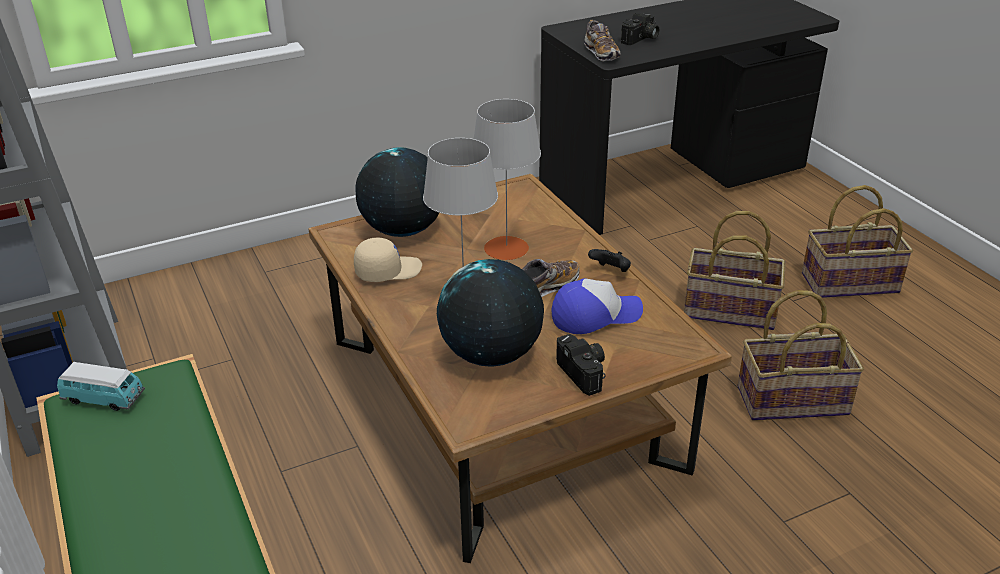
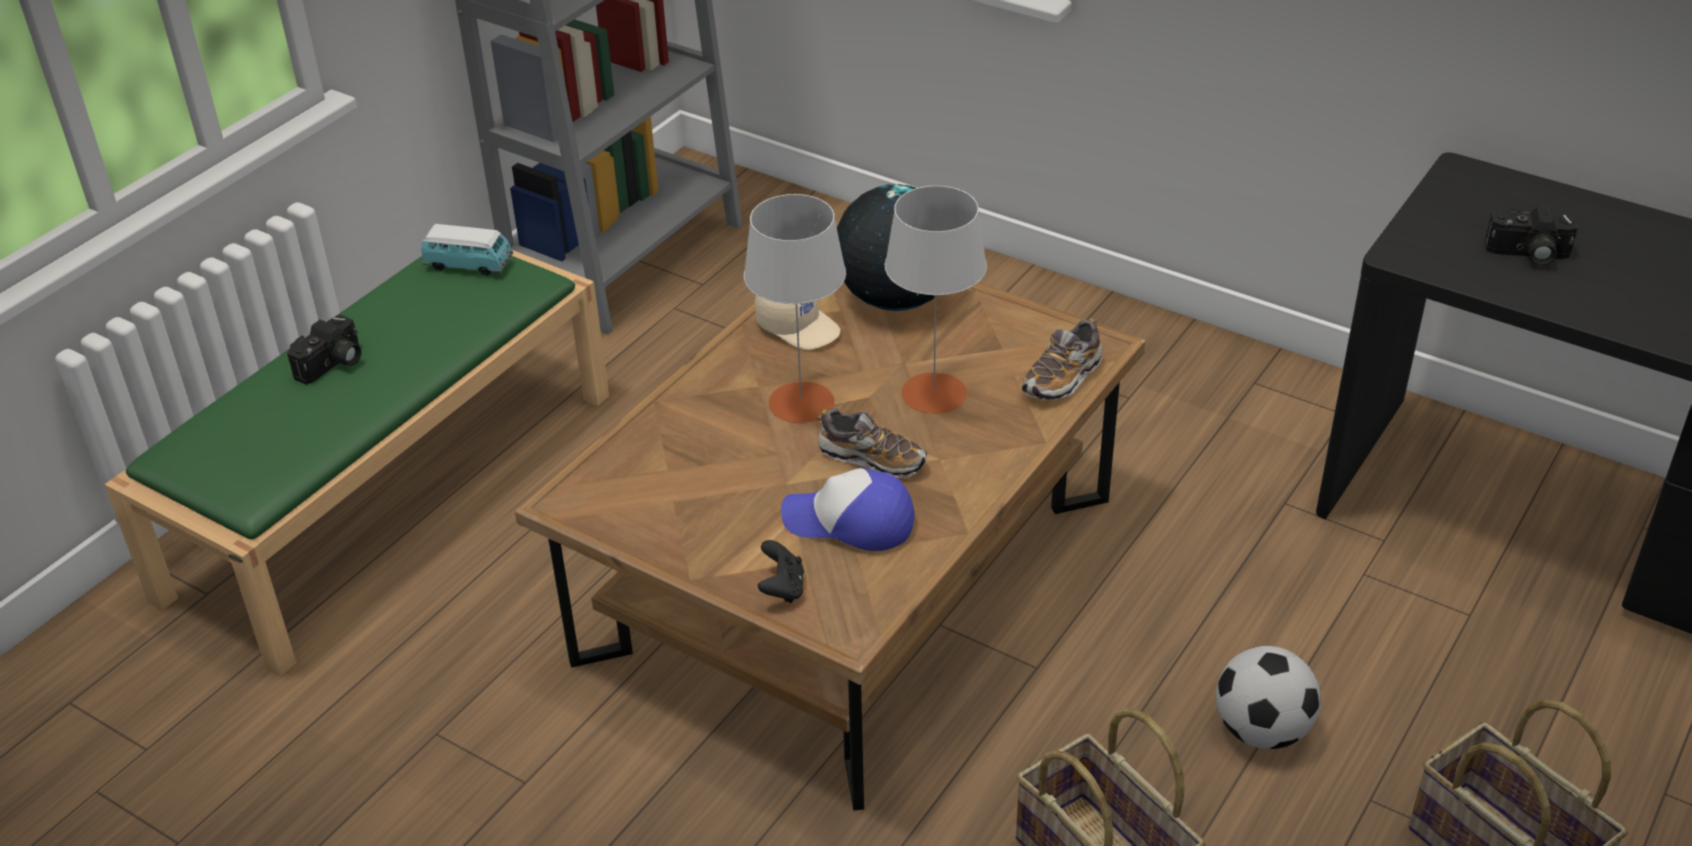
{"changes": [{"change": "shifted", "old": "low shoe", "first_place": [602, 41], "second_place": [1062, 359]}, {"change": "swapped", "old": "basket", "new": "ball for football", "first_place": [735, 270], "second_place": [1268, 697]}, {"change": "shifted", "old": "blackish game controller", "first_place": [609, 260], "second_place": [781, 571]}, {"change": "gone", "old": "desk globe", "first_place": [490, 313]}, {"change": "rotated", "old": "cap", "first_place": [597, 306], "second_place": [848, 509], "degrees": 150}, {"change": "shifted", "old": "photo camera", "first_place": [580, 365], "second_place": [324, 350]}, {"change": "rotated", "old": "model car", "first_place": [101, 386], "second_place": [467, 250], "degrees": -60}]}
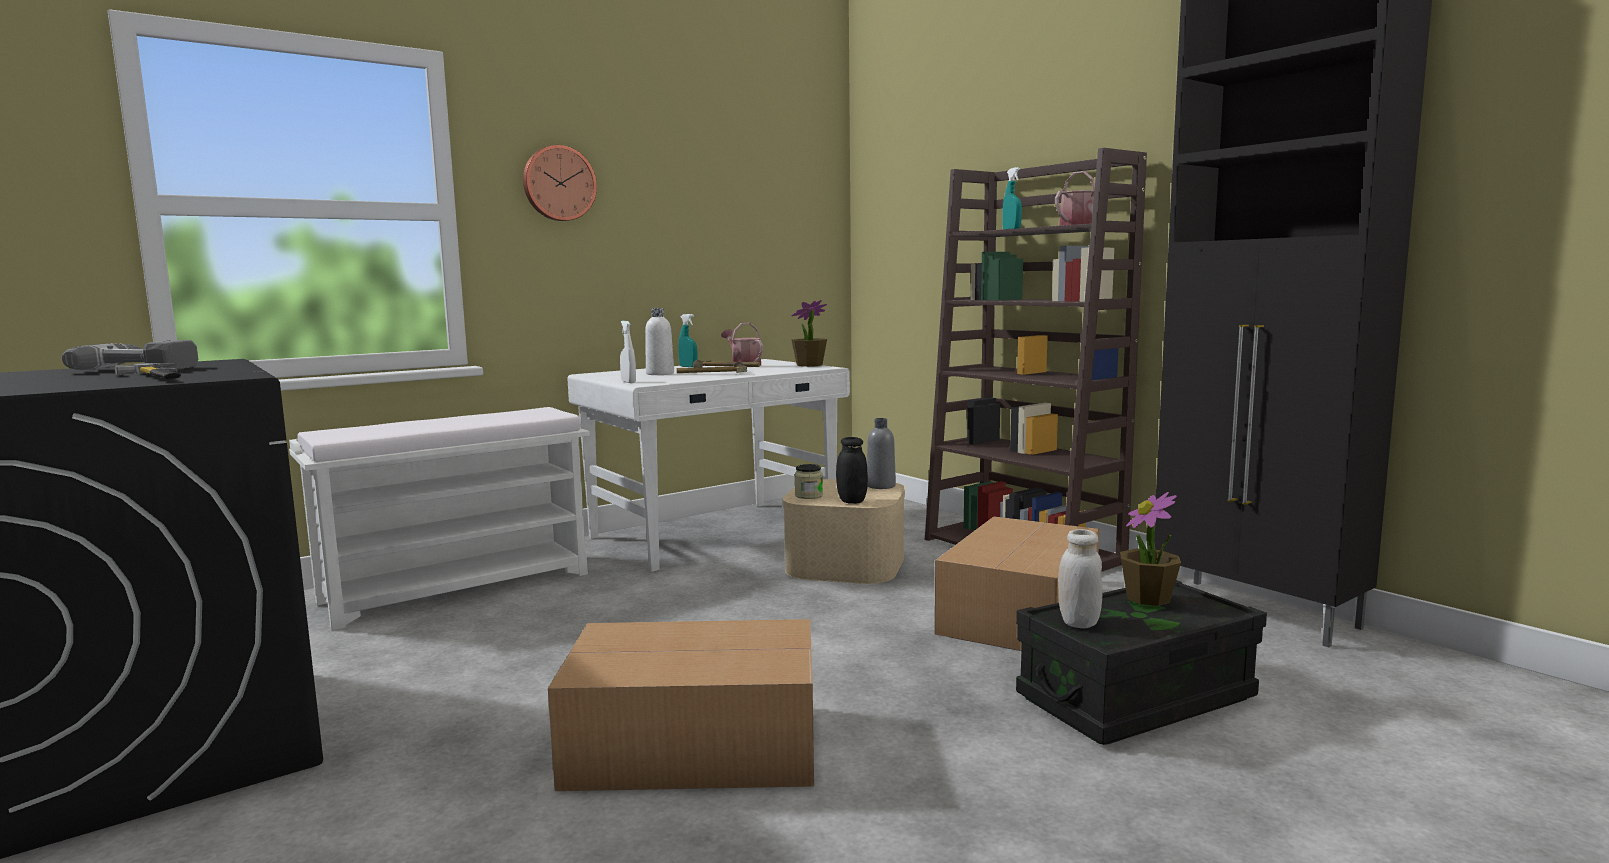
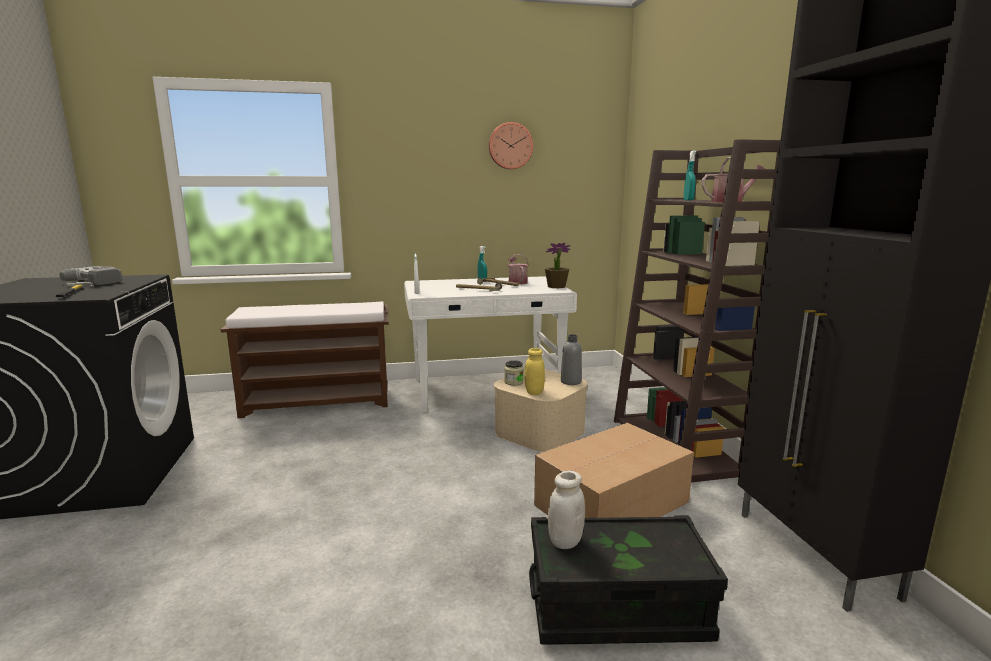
{"changes": [{"change": "shifted", "old": "hanging clock", "first_place": [560, 183], "second_place": [511, 145]}, {"change": "gone", "old": "white beverage bottle", "first_place": [659, 341]}, {"change": "repainted", "old": "white long seat", "new": "brown-coloured long seat", "first_place": [439, 518], "second_place": [305, 359]}, {"change": "repainted", "old": "blackish storage jar", "new": "yellowish storage jar", "first_place": [852, 470], "second_place": [534, 371]}, {"change": "gone", "old": "houseplant", "first_place": [1150, 549]}, {"change": "gone", "old": "packing box", "first_place": [681, 705]}]}
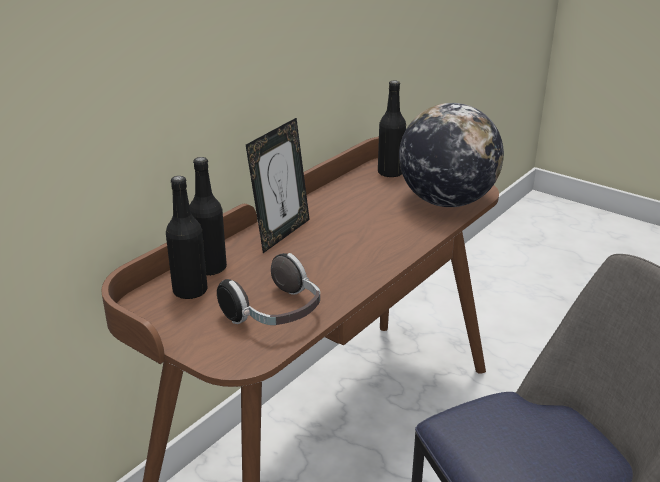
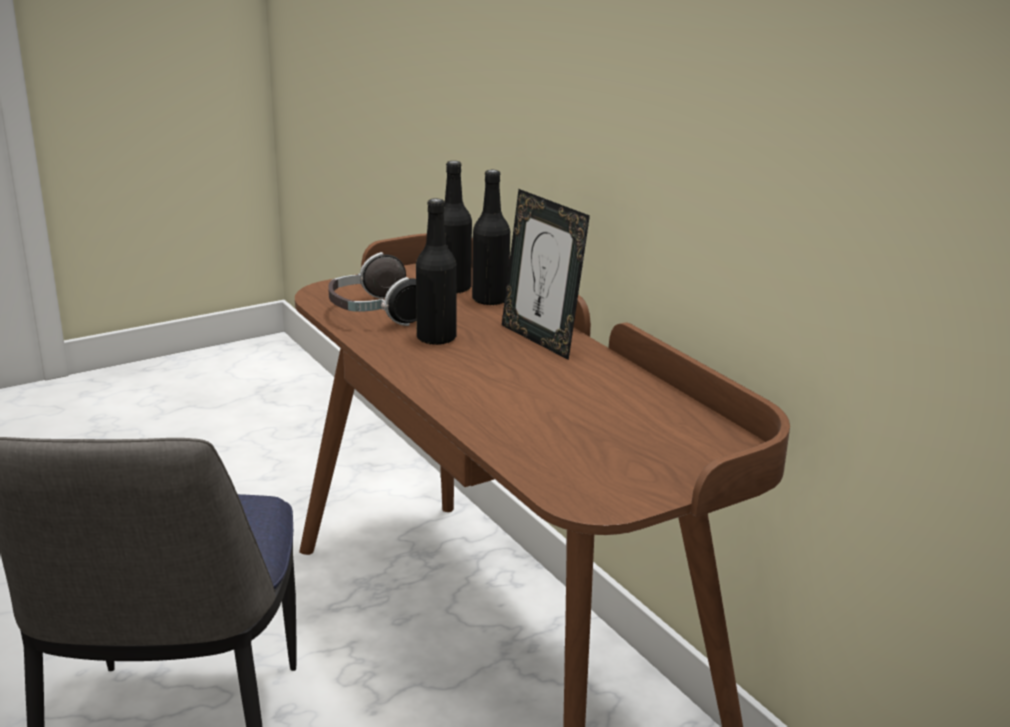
{"changes": [{"change": "shifted", "old": "blackish beverage bottle", "first_place": [392, 128], "second_place": [436, 271]}, {"change": "gone", "old": "desk globe", "first_place": [451, 155]}]}
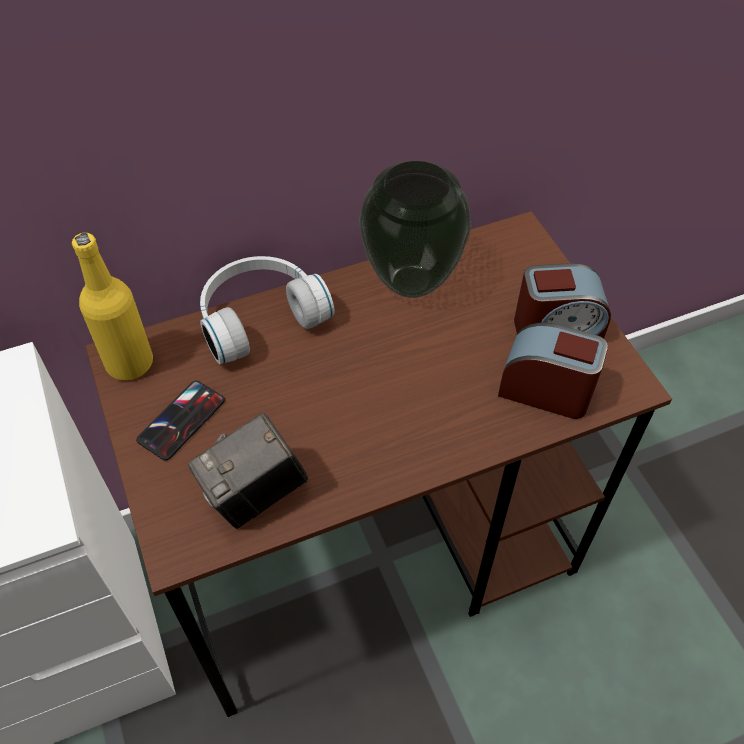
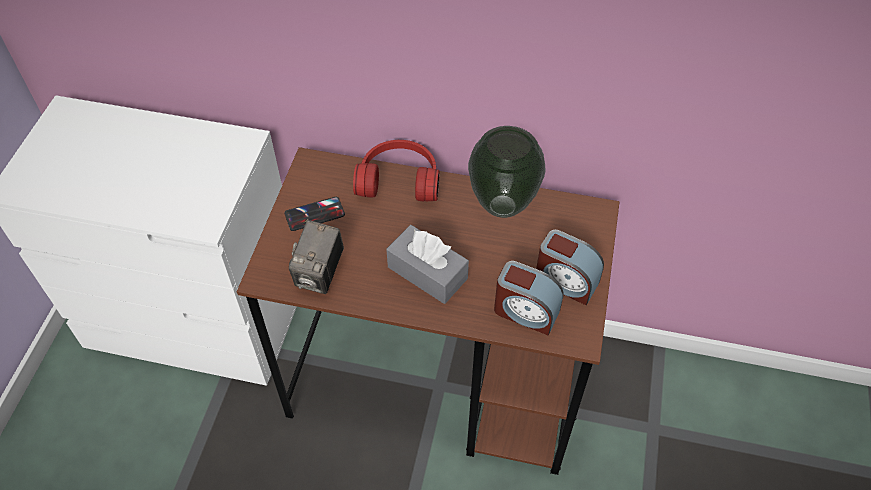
{"changes": [{"change": "gone", "old": "yellowish beverage bottle", "first_place": [112, 306]}, {"change": "repainted", "old": "white headset", "new": "red headset", "first_place": [267, 310], "second_place": [396, 171]}, {"change": "rotated", "old": "bedside clock", "first_place": [553, 371], "second_place": [528, 298], "degrees": 150}, {"change": "rotated", "old": "photo camera", "first_place": [248, 471], "second_place": [316, 257], "degrees": -75}, {"change": "new", "new": "gray tissue holder", "second_place": [427, 264]}]}
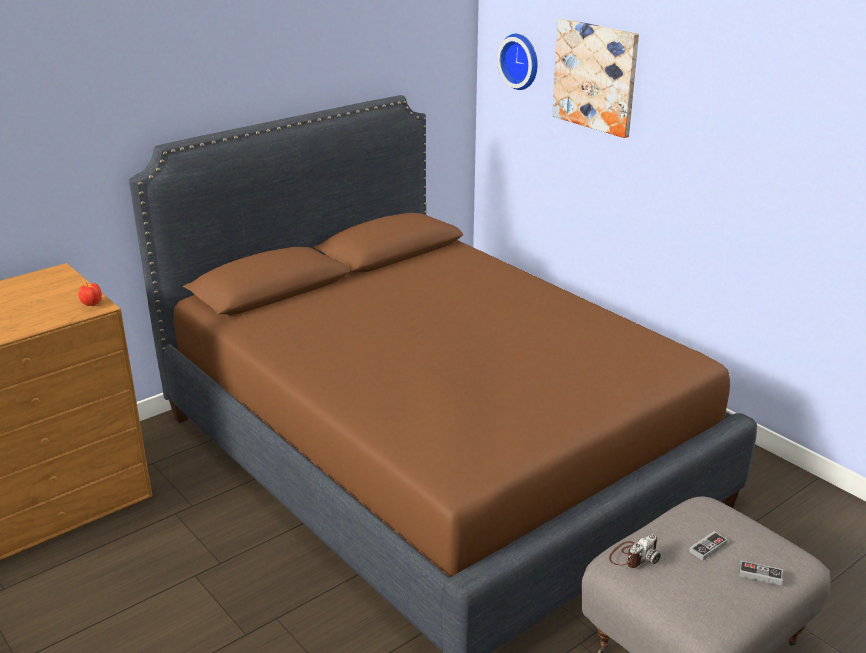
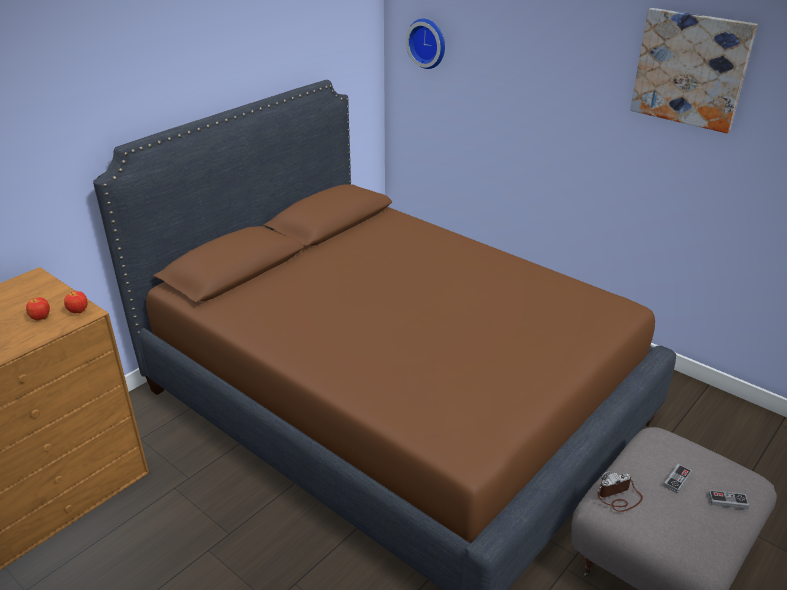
{"changes": [{"change": "shifted", "old": "picture", "first_place": [595, 78], "second_place": [693, 70]}, {"change": "rotated", "old": "photo camera", "first_place": [635, 551], "second_place": [620, 491], "degrees": -150}, {"change": "new", "new": "whole apple", "second_place": [38, 308]}]}
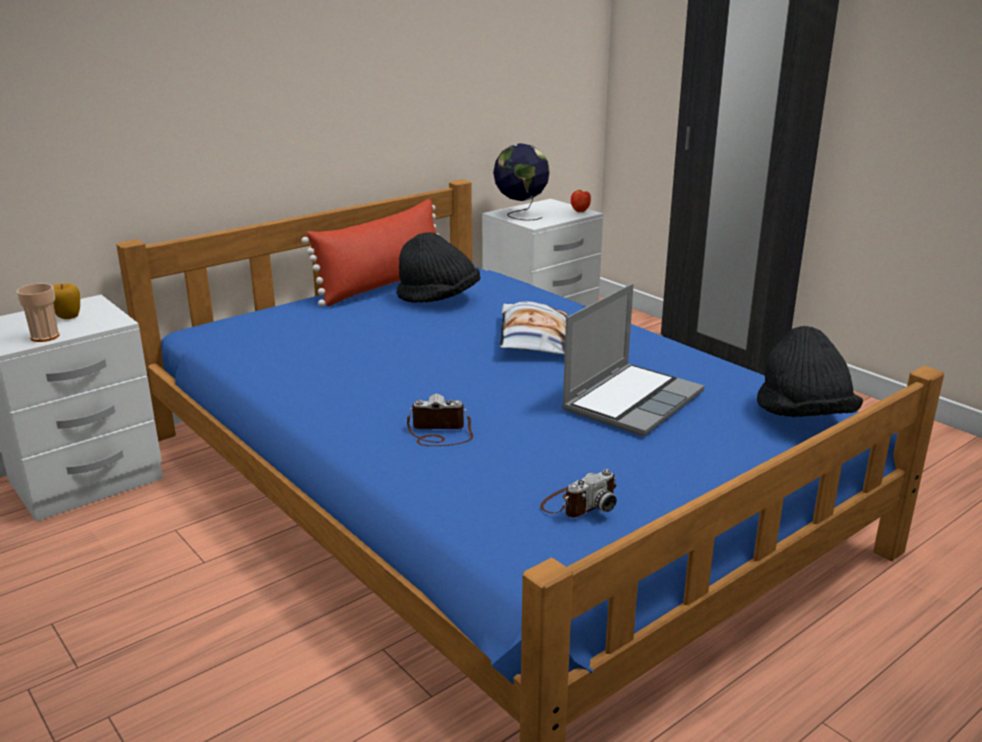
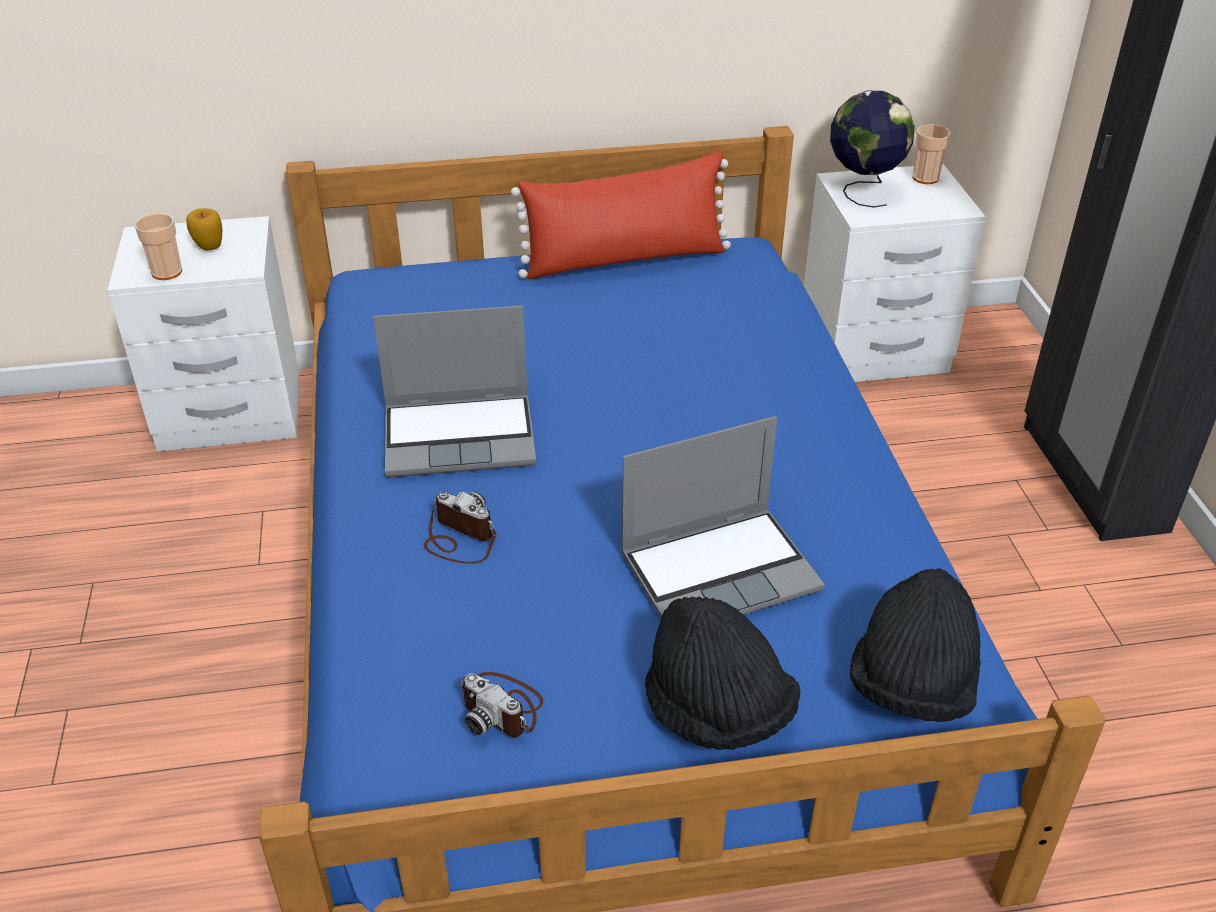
{"changes": [{"change": "gone", "old": "whole apple", "first_place": [581, 201]}, {"change": "shifted", "old": "blackish wearable hat", "first_place": [438, 267], "second_place": [723, 673]}, {"change": "gone", "old": "cushion", "first_place": [534, 327]}, {"change": "rotated", "old": "photo camera", "first_place": [578, 493], "second_place": [502, 704], "degrees": 45}, {"change": "new", "new": "drinking cup", "second_place": [931, 154]}, {"change": "new", "new": "laptop", "second_place": [454, 391]}]}
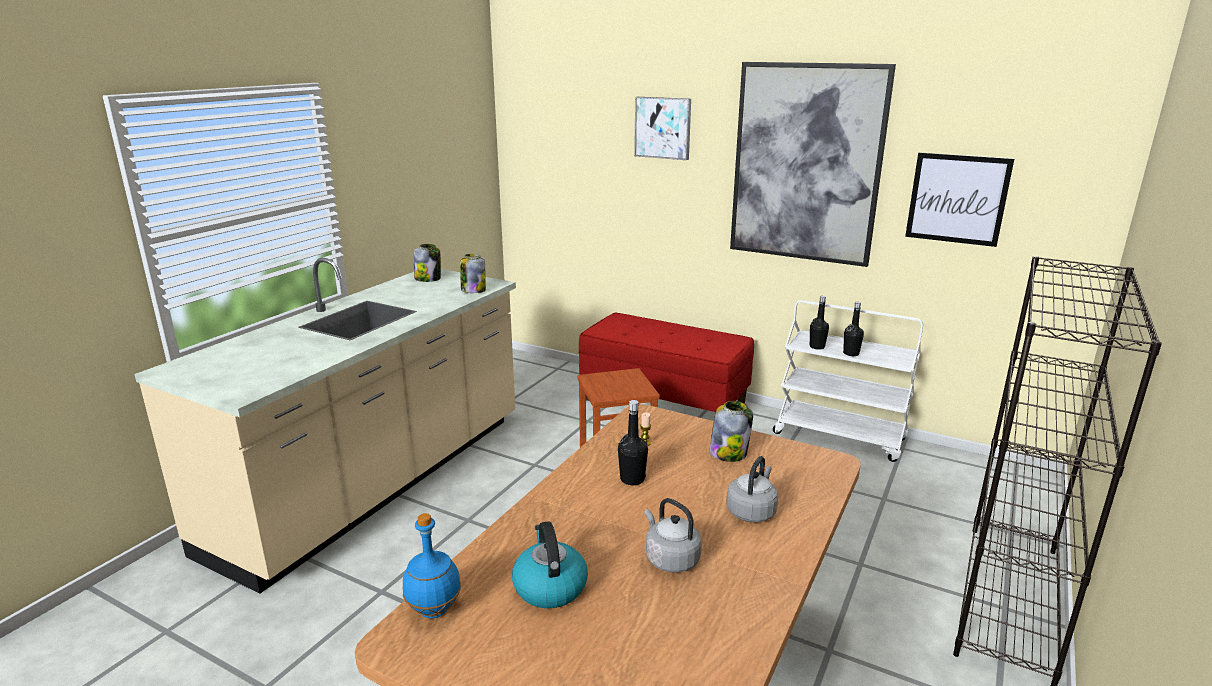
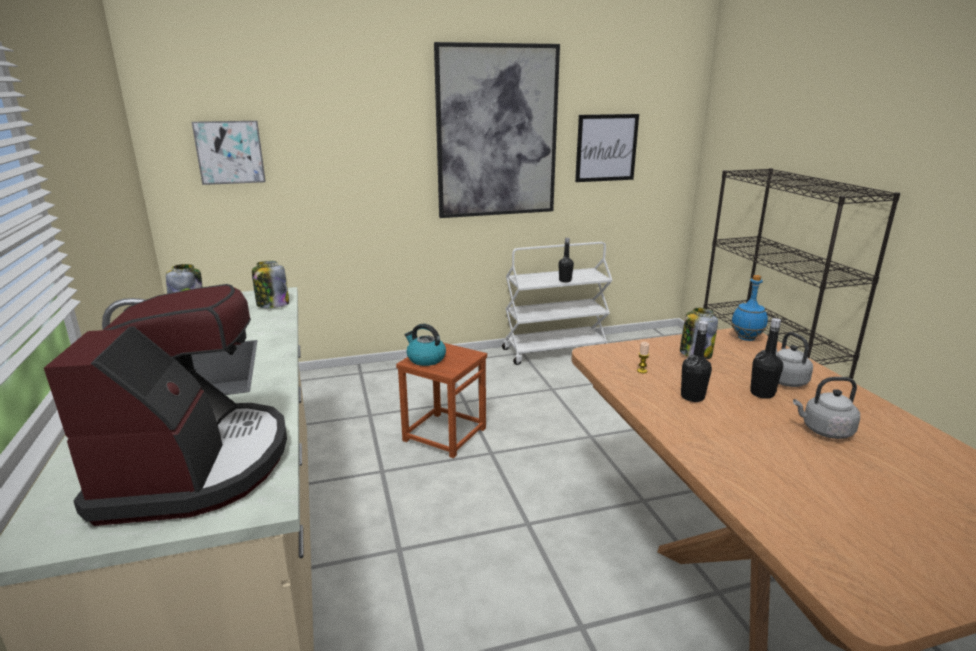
{"changes": [{"change": "shifted", "old": "picture", "first_place": [662, 128], "second_place": [229, 153]}, {"change": "shifted", "old": "blackish beverage bottle", "first_place": [819, 322], "second_place": [766, 358]}, {"change": "gone", "old": "red long seat", "first_place": [666, 362]}, {"change": "shifted", "old": "bluish beverage bottle", "first_place": [432, 566], "second_place": [749, 308]}, {"change": "shifted", "old": "tea kettle", "first_place": [550, 564], "second_place": [425, 345]}, {"change": "new", "new": "coffee maker", "second_place": [165, 405]}]}
